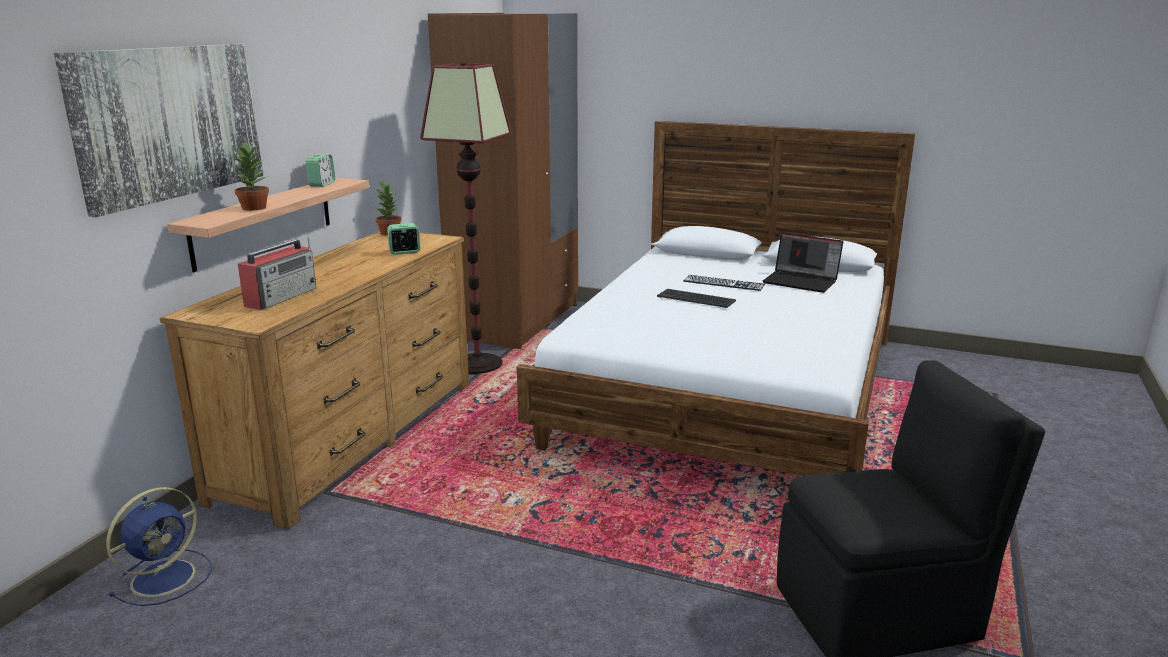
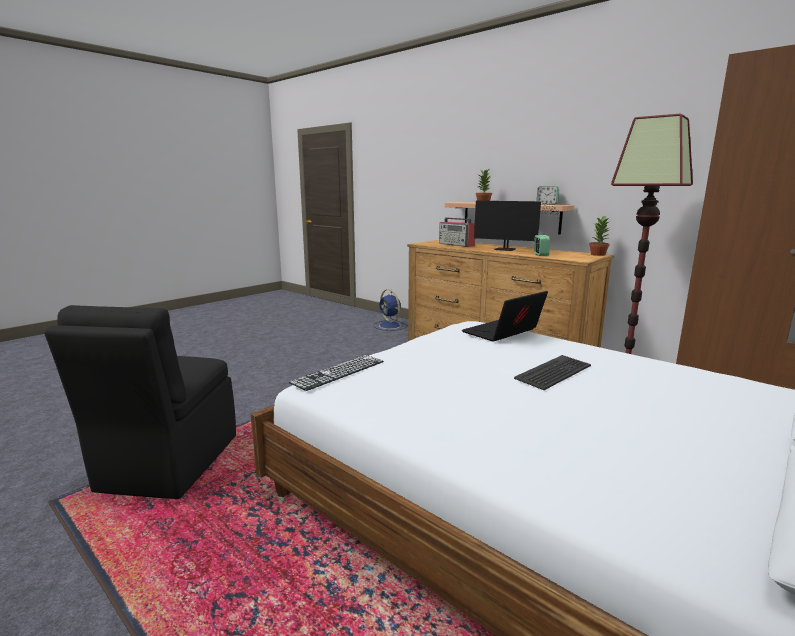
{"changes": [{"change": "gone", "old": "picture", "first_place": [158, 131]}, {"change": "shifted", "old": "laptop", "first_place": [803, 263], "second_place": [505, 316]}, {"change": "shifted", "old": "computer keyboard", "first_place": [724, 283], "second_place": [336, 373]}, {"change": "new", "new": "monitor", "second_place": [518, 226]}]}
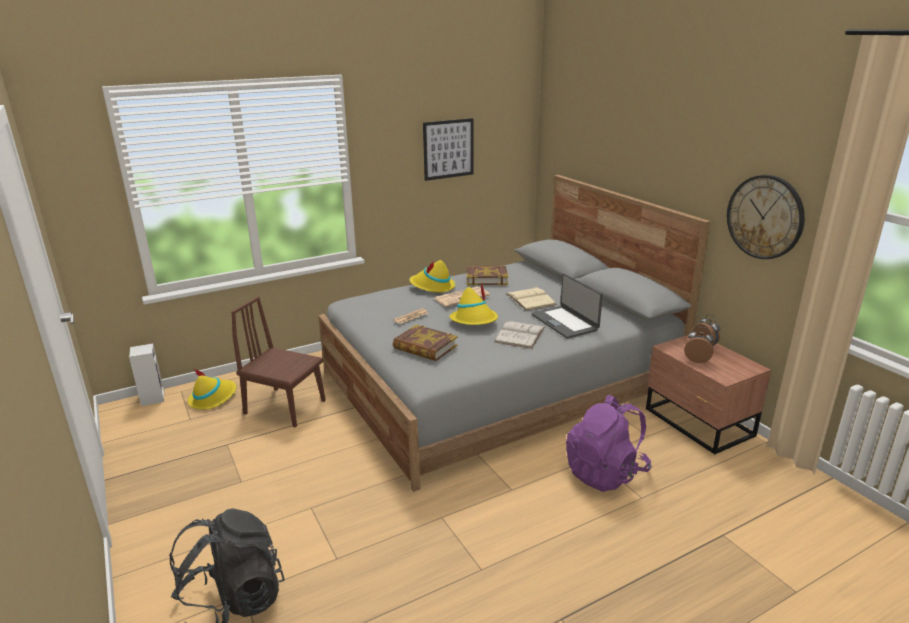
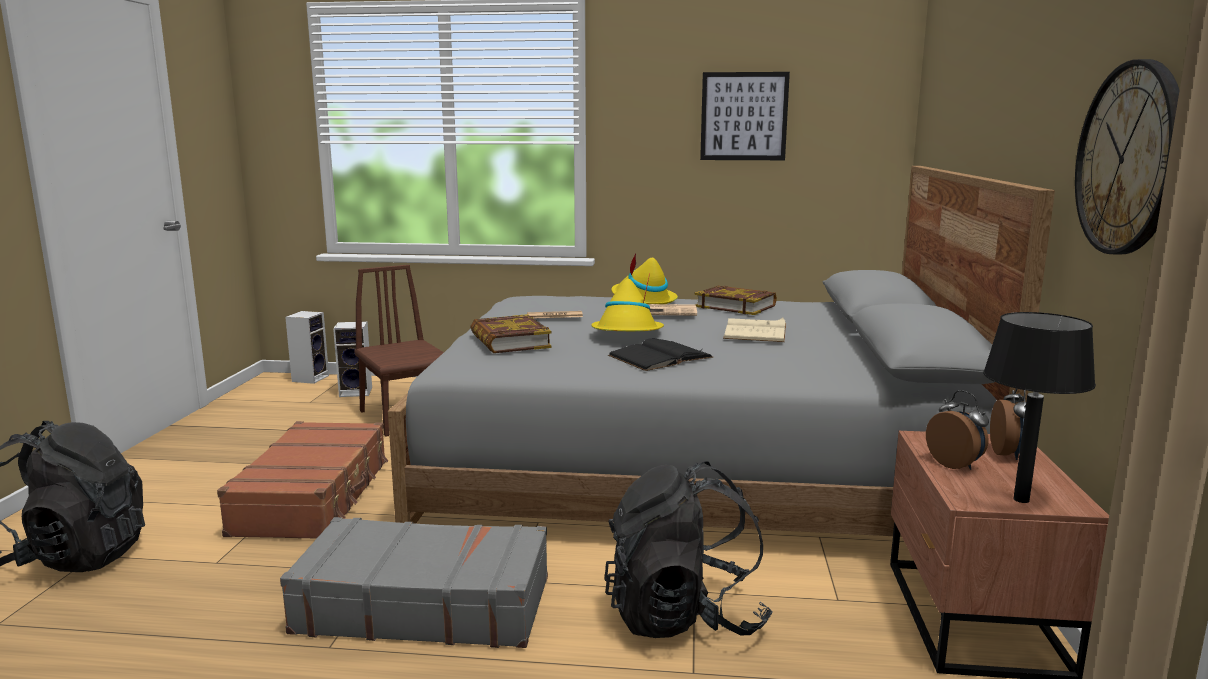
{"changes": [{"change": "gone", "old": "laptop", "first_place": [567, 306]}, {"change": "repainted", "old": "white volume", "new": "blackish volume", "first_place": [519, 335], "second_place": [661, 354]}, {"change": "swapped", "old": "yellowish wearable hat", "new": "audio speaker", "first_place": [212, 389], "second_place": [352, 359]}, {"change": "repainted", "old": "purple-coloured backpack", "new": "blackish backpack", "first_place": [609, 443], "second_place": [689, 549]}, {"change": "new", "new": "blackish lamp for a table", "second_place": [1039, 407]}, {"change": "new", "new": "brown-coloured piece of luggage", "second_place": [303, 479]}, {"change": "new", "new": "gray piece of luggage", "second_place": [414, 582]}]}
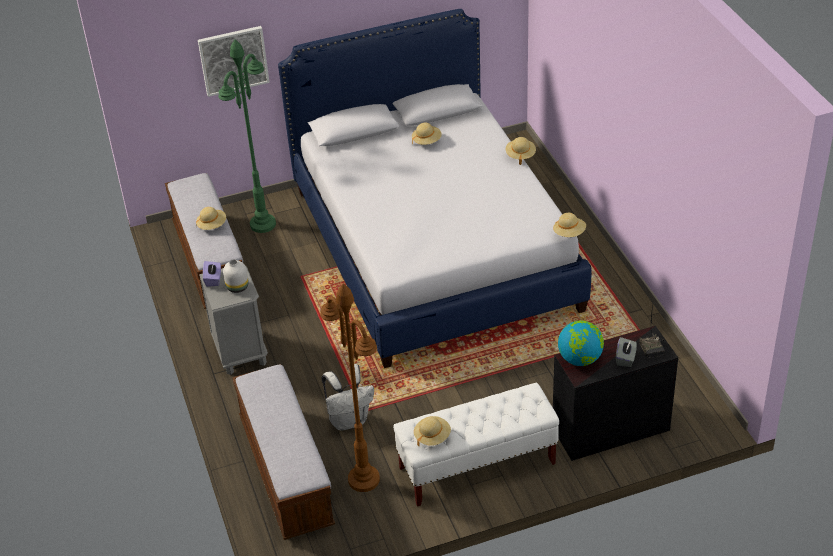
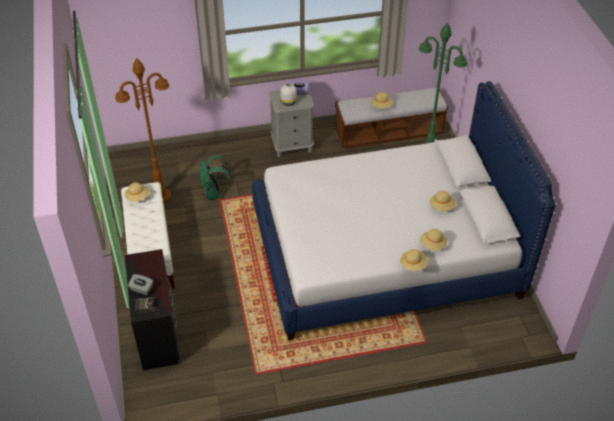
{"changes": [{"change": "gone", "old": "picture", "first_place": [234, 61]}, {"change": "shifted", "old": "sand-coloured wearable hat", "first_place": [569, 225], "second_place": [433, 240]}, {"change": "gone", "old": "desk globe", "first_place": [581, 343]}, {"change": "gone", "old": "long seat", "first_place": [283, 452]}, {"change": "repainted", "old": "white backpack", "new": "greenish backpack", "first_place": [348, 397], "second_place": [215, 177]}]}
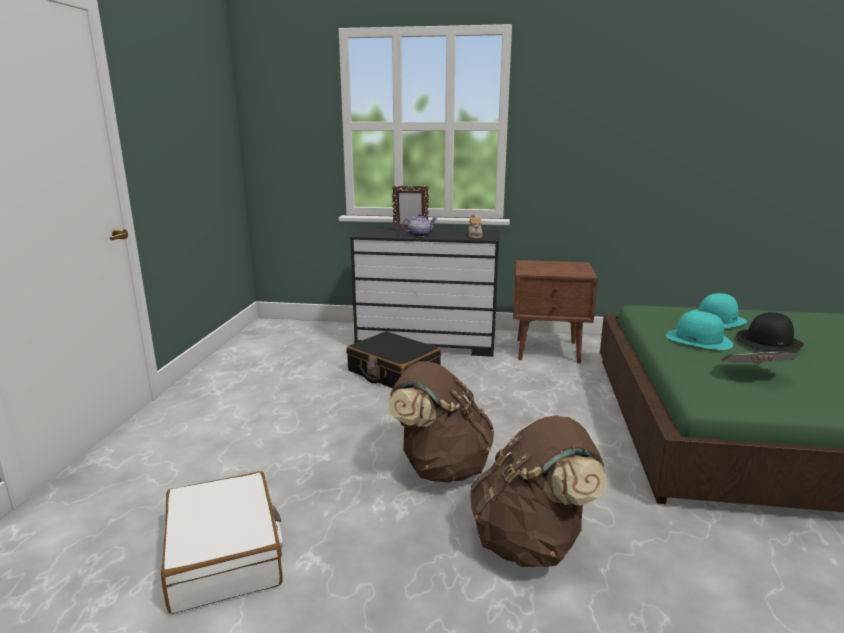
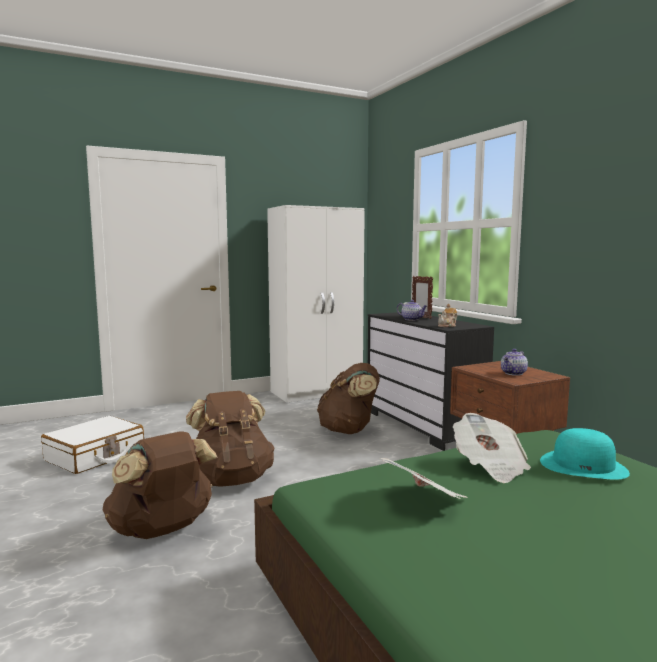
{"changes": [{"change": "swapped", "old": "blue-green wearable hat", "new": "printed paper", "first_place": [699, 330], "second_place": [492, 448]}, {"change": "gone", "old": "blackish wearable hat", "first_place": [770, 332]}, {"change": "swapped", "old": "blackish piece of luggage", "new": "brown-coloured backpack", "first_place": [393, 360], "second_place": [348, 398]}, {"change": "new", "new": "white clothes cupboard", "second_place": [316, 304]}, {"change": "new", "new": "tea pot", "second_place": [514, 362]}]}
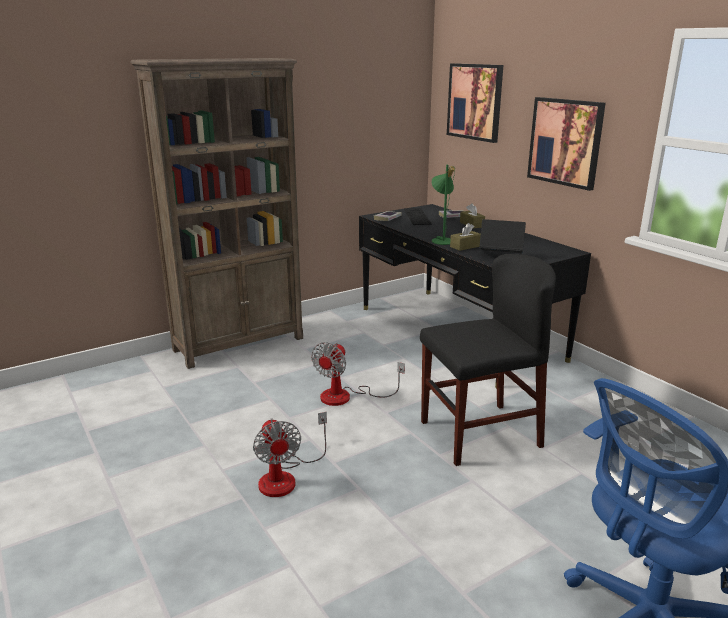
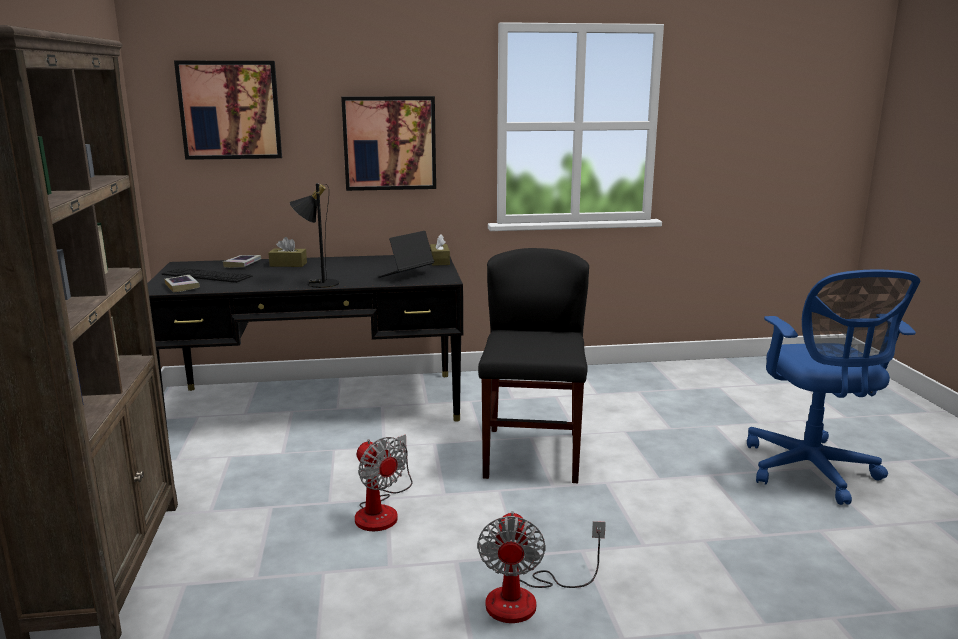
{"changes": [{"change": "repainted", "old": "greenish lamp for a table", "new": "blackish lamp for a table", "first_place": [443, 205], "second_place": [314, 235]}, {"change": "shifted", "old": "brown-coloured tissue holder", "first_place": [465, 237], "second_place": [440, 250]}, {"change": "rotated", "old": "cooling fan", "first_place": [290, 454], "second_place": [541, 567], "degrees": 90}]}
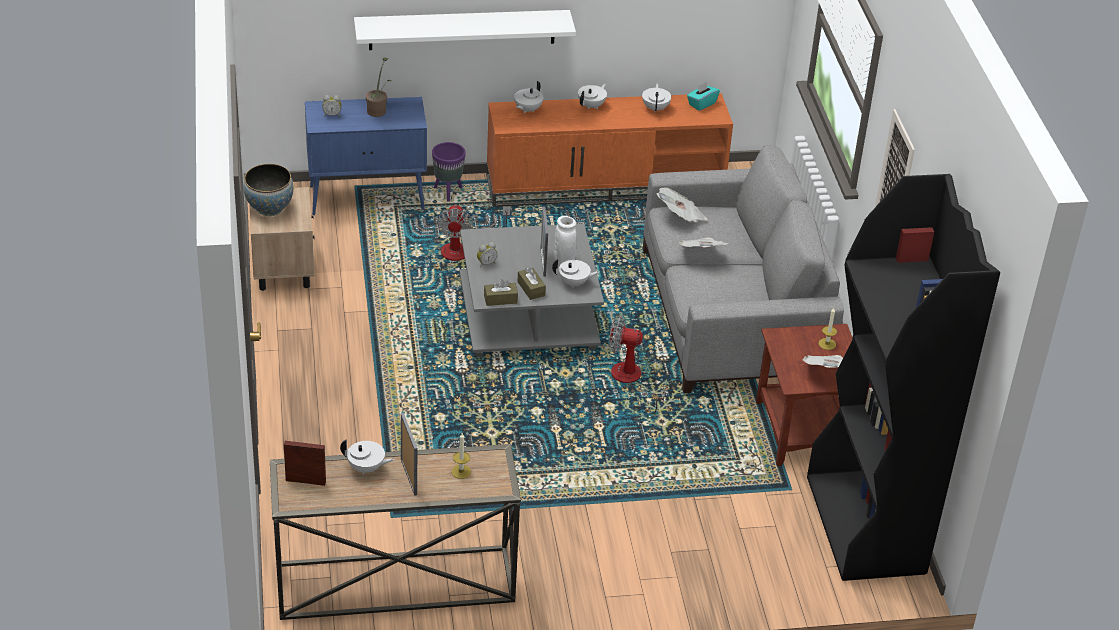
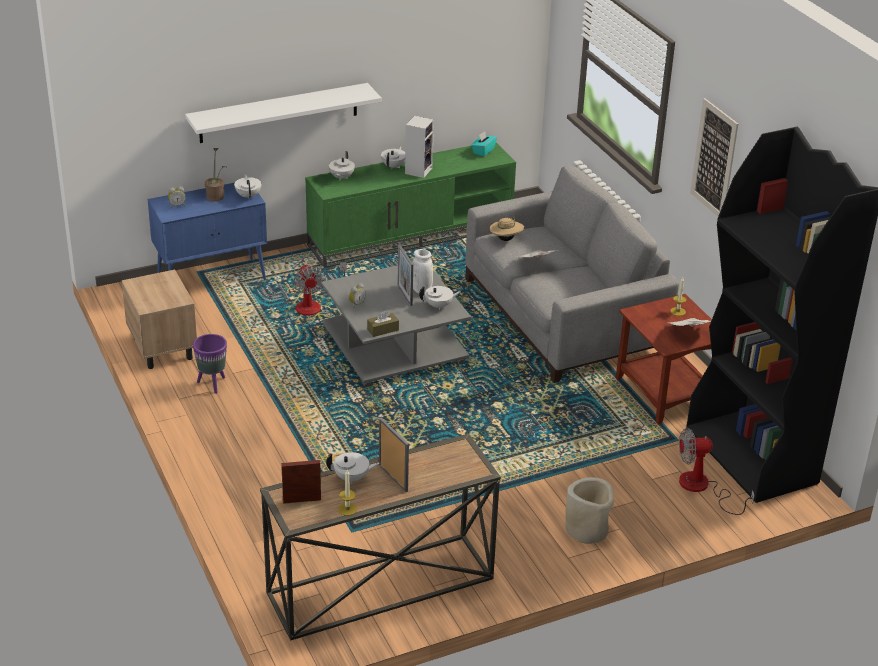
{"changes": [{"change": "shifted", "old": "white tea pot", "first_place": [656, 98], "second_place": [247, 186]}, {"change": "repainted", "old": "orangey tv stand", "new": "greenish tv stand", "first_place": [609, 150], "second_place": [410, 205]}, {"change": "shifted", "old": "purple-coloured plant pot", "first_place": [449, 172], "second_place": [210, 364]}, {"change": "gone", "old": "deep dish", "first_place": [268, 190]}, {"change": "swapped", "old": "printed paper", "new": "sand-coloured wearable hat", "first_place": [682, 204], "second_place": [507, 229]}, {"change": "gone", "old": "brown-coloured tissue holder", "first_place": [531, 284]}, {"change": "shifted", "old": "cooling fan", "first_place": [637, 365], "second_place": [717, 471]}, {"change": "shifted", "old": "candle", "first_place": [461, 456], "second_place": [347, 493]}, {"change": "new", "new": "audio speaker", "second_place": [419, 147]}, {"change": "new", "new": "sand-coloured plant pot", "second_place": [589, 510]}]}
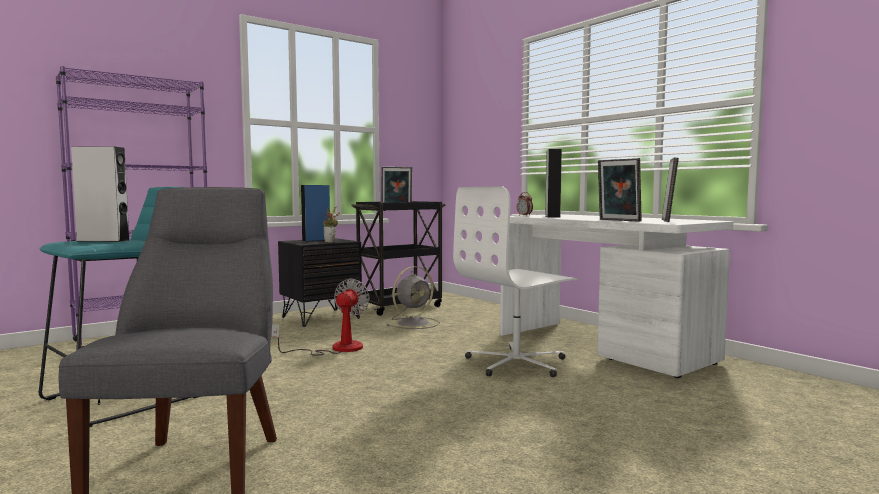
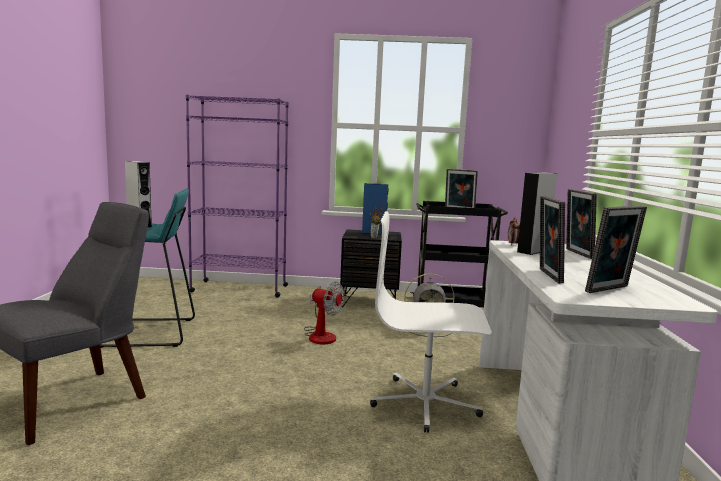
{"changes": [{"change": "rotated", "old": "cooling fan", "first_place": [320, 317], "second_place": [324, 313], "degrees": 60}, {"change": "new", "new": "picture frame", "second_place": [581, 224]}]}
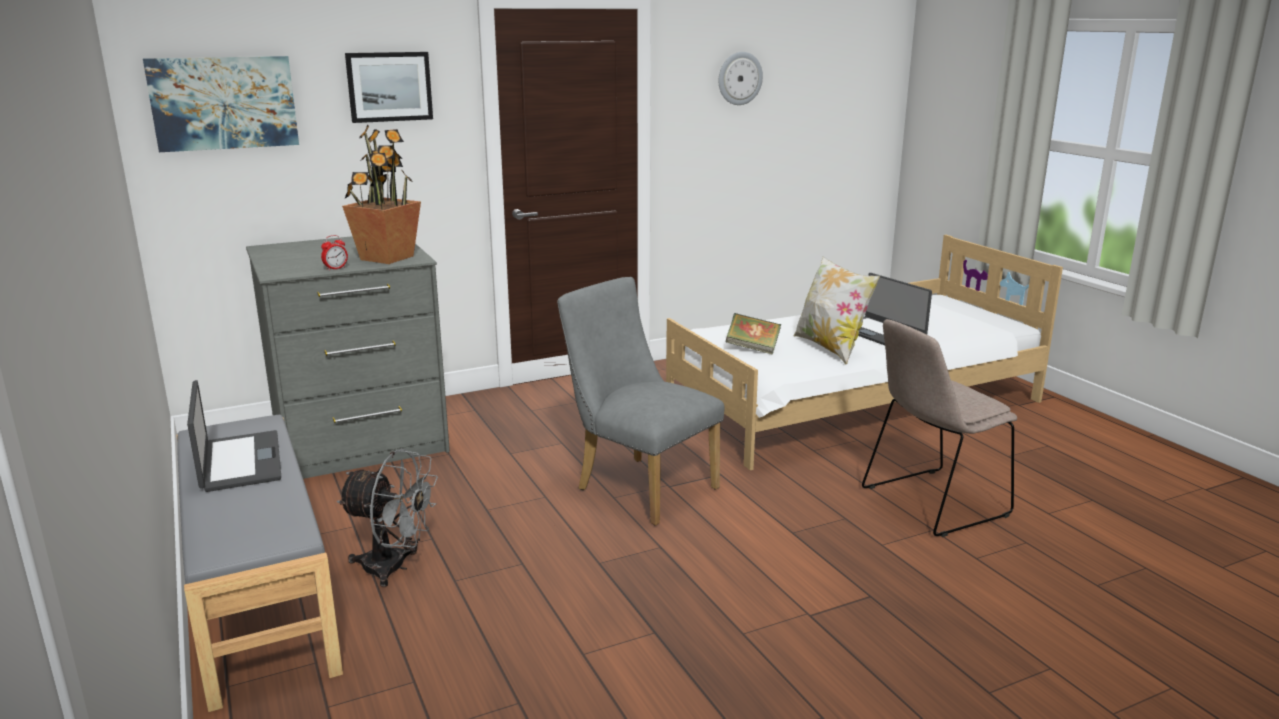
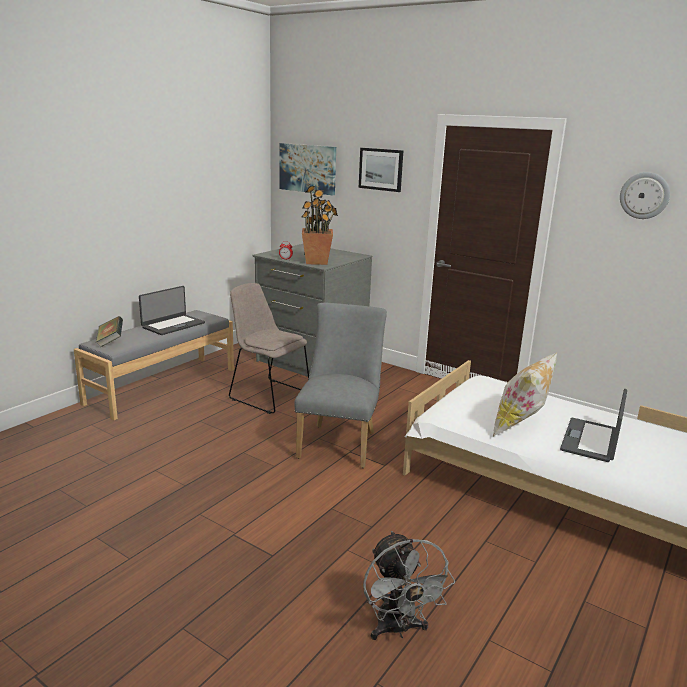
{"changes": [{"change": "shifted", "old": "volume", "first_place": [753, 334], "second_place": [109, 332]}, {"change": "shifted", "old": "sand-coloured plain chair", "first_place": [939, 428], "second_place": [269, 348]}, {"change": "shifted", "old": "gray cooling fan", "first_place": [387, 518], "second_place": [409, 585]}]}
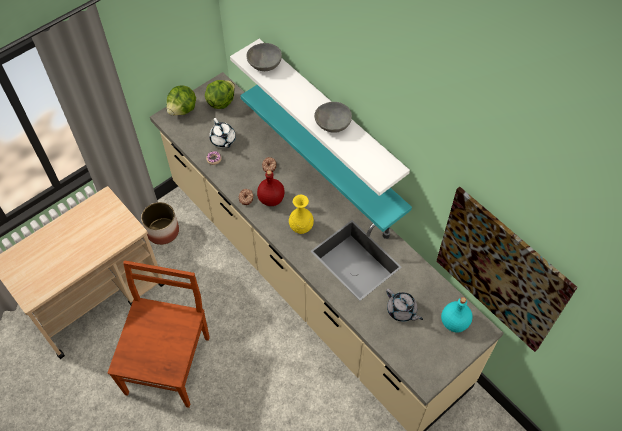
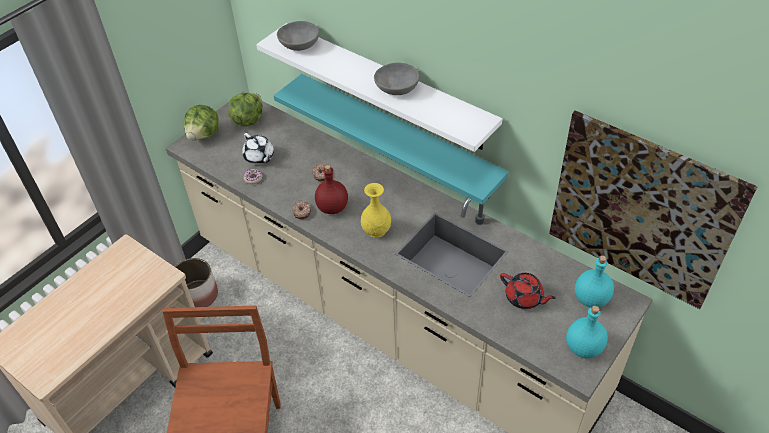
{"changes": [{"change": "repainted", "old": "gray tea pot", "new": "red tea pot", "first_place": [404, 305], "second_place": [528, 291]}, {"change": "new", "new": "blue-green beverage bottle", "second_place": [587, 332]}]}
